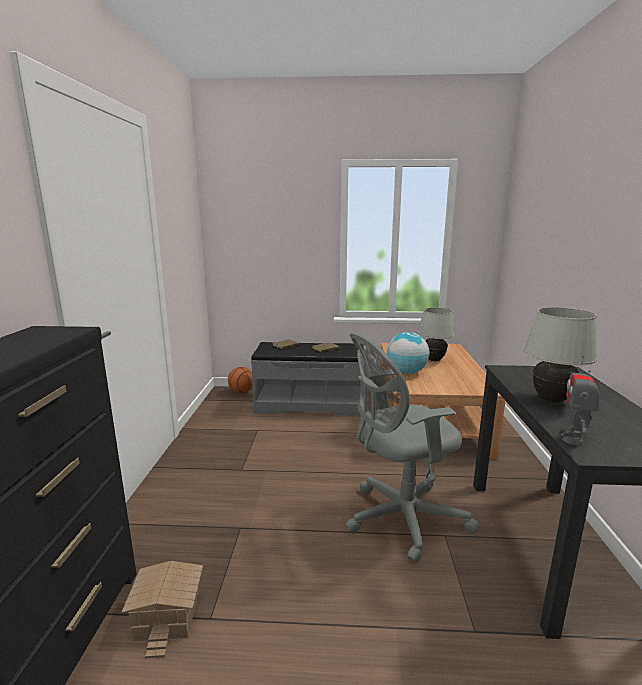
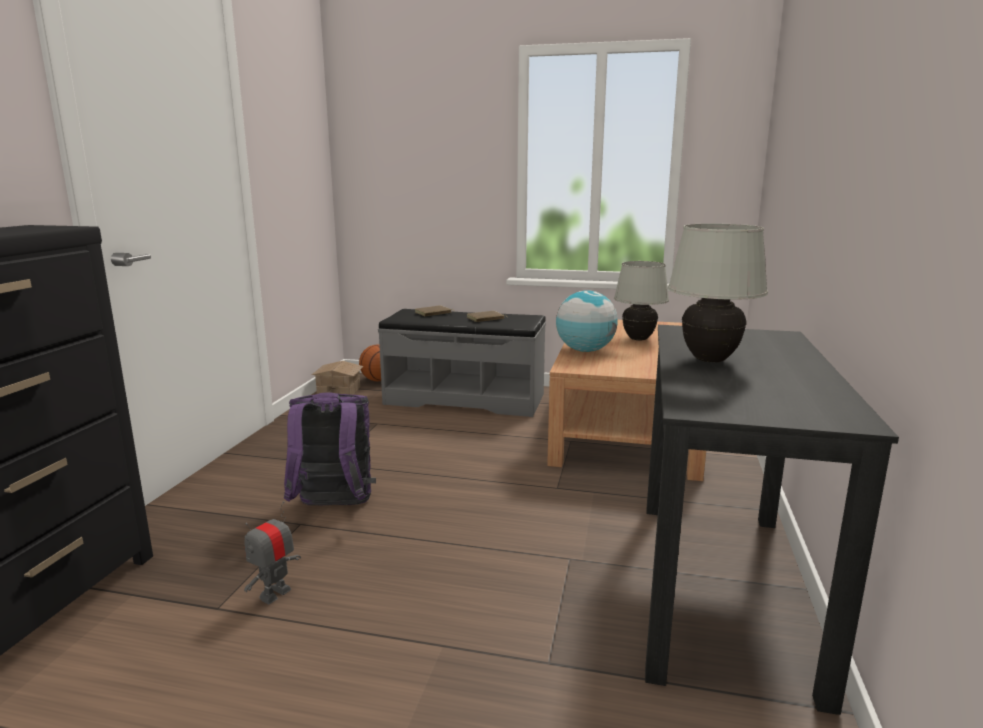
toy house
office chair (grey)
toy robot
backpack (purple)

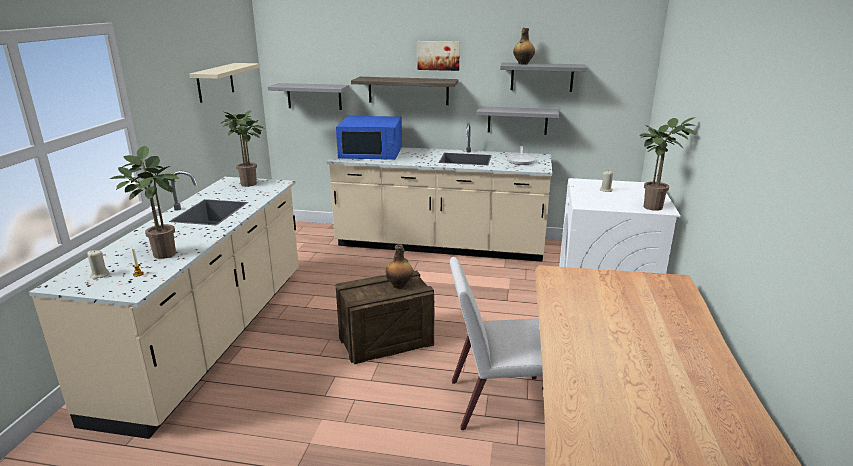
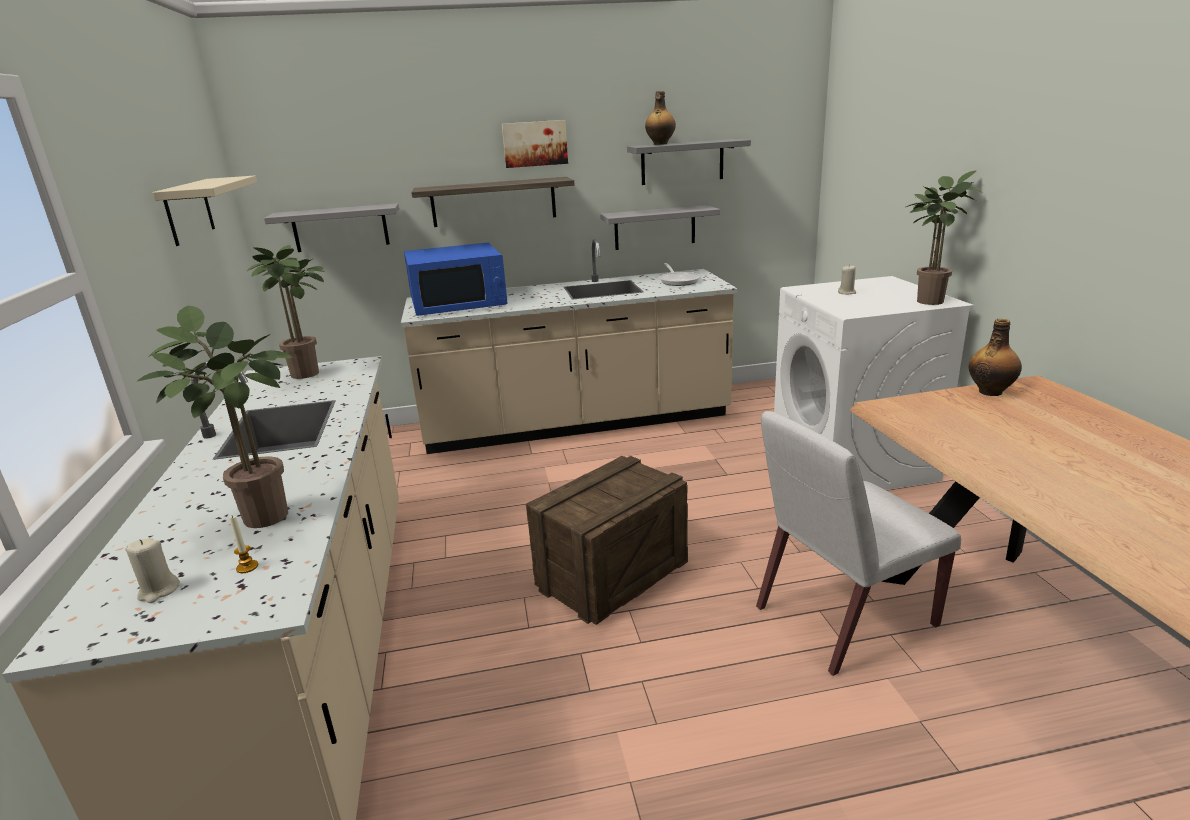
bottle (no. 2 from left)

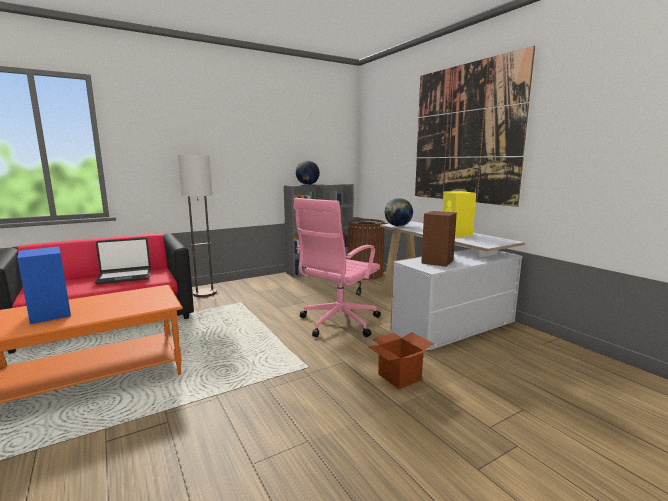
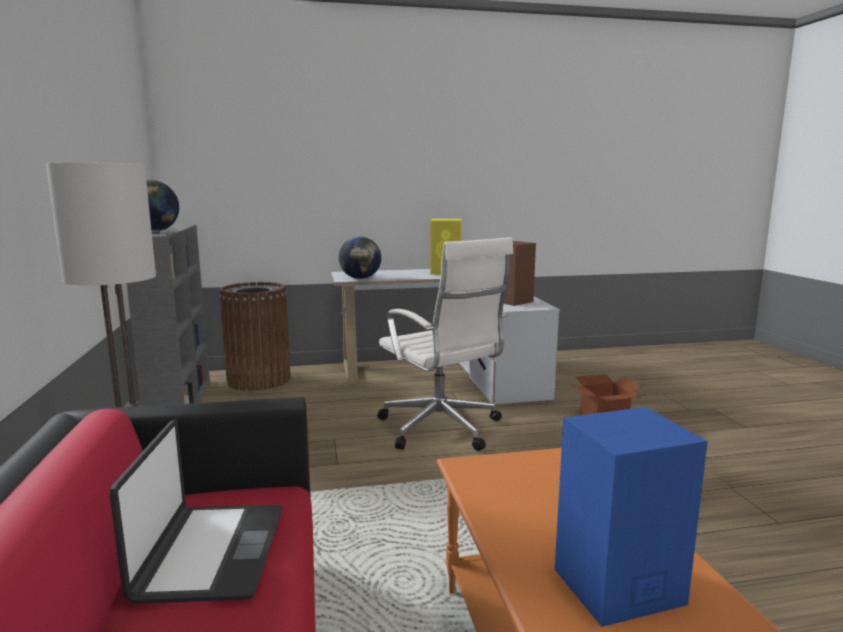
office chair (white)
picture

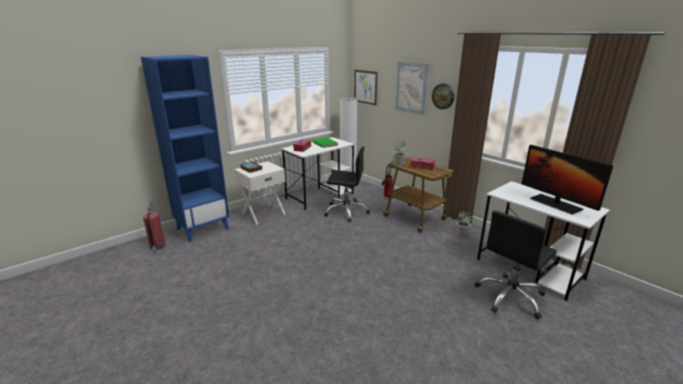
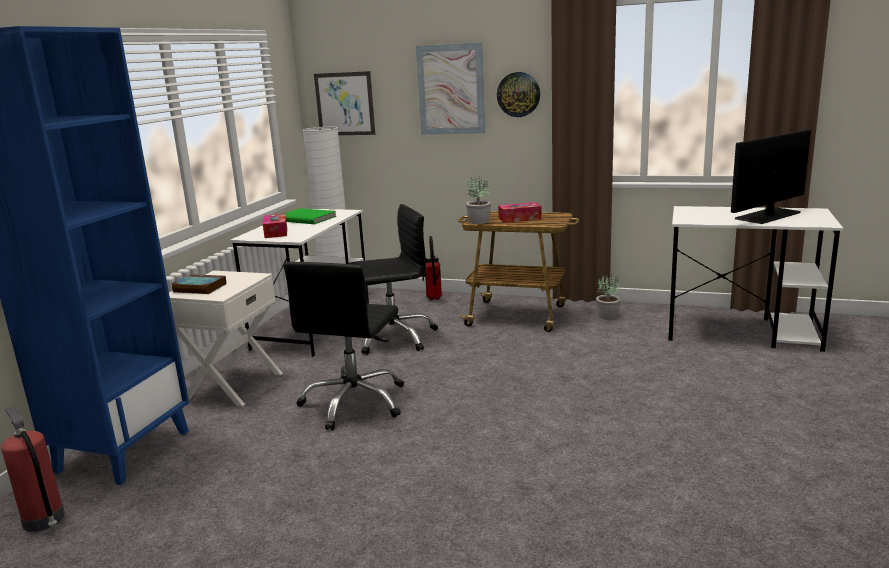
office chair (black) (no. 1 from left)
monitor

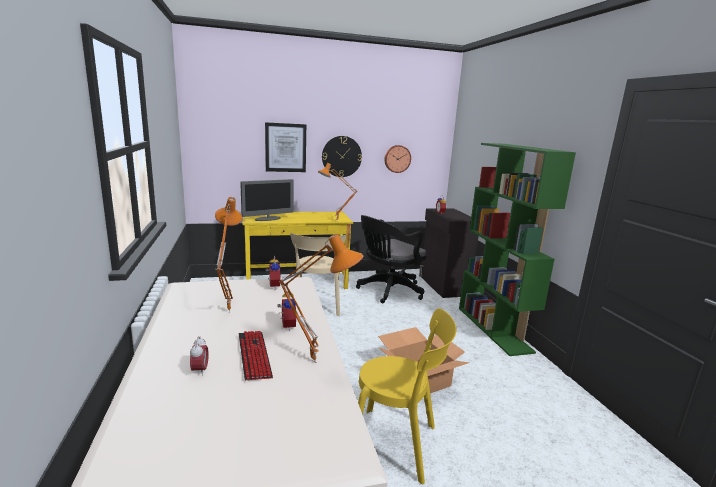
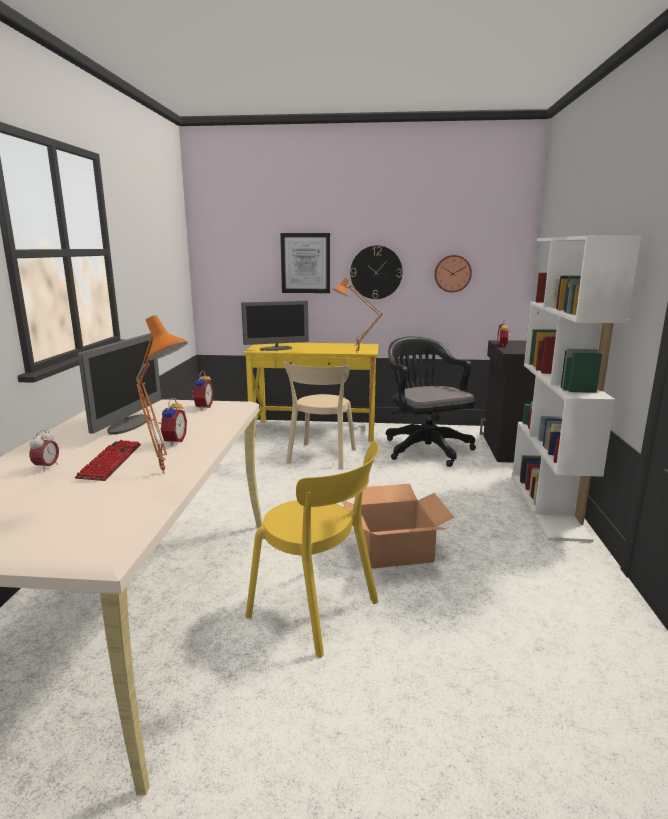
monitor (no. 1 from left)
office chair (black)
bookcase (white)

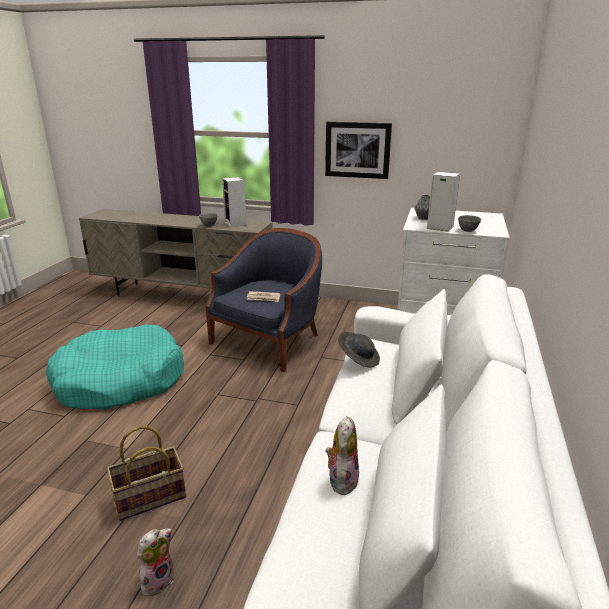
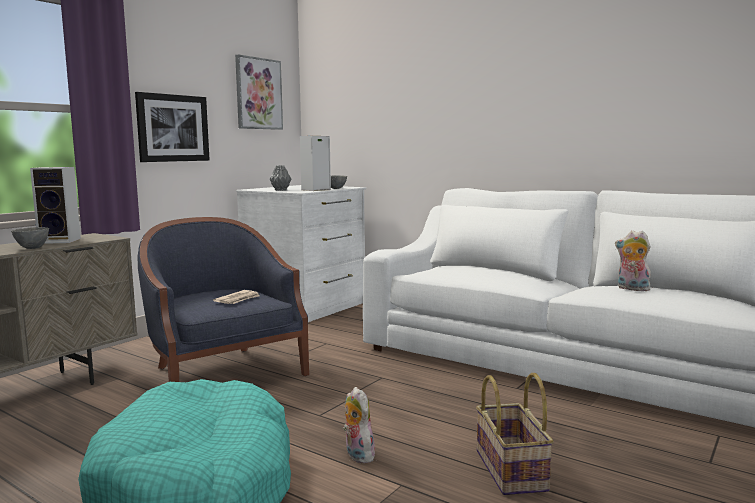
plush toy (no. 1 from left)
hat (grey)
picture (no. 2 from left)

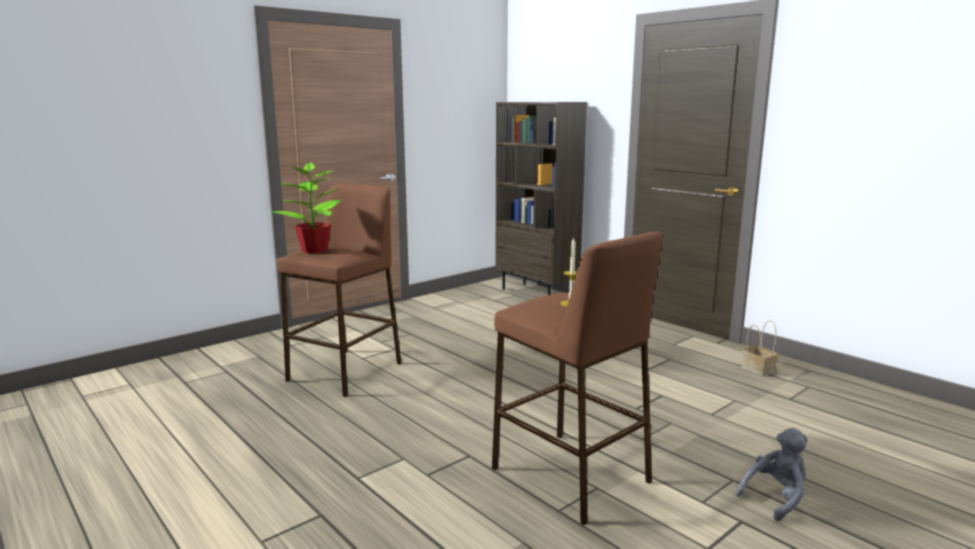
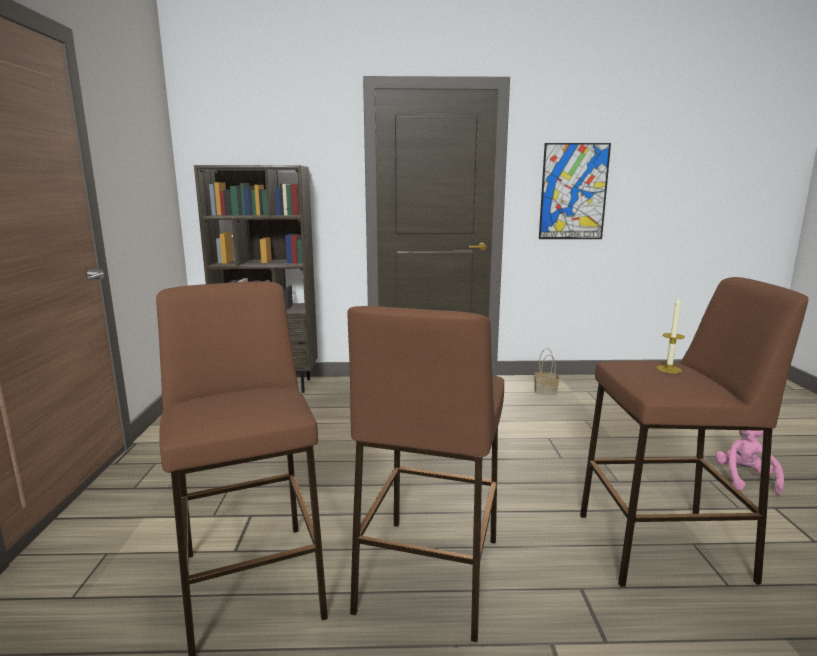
potted plant
plush toy (pink)
stool (brown) (no. 2 from left)
picture

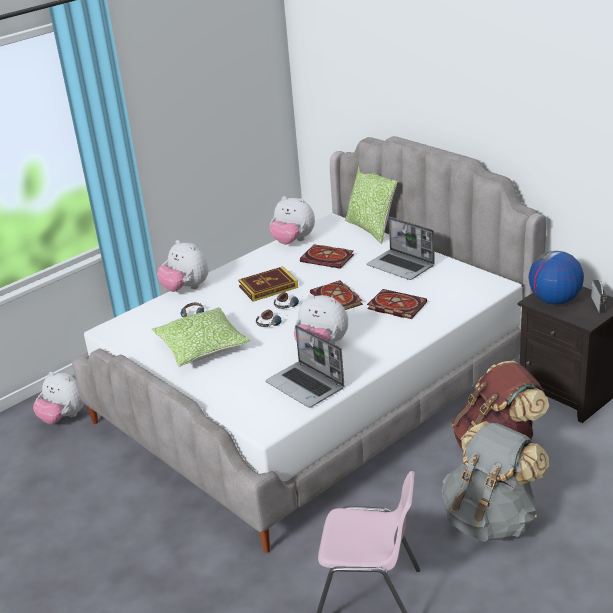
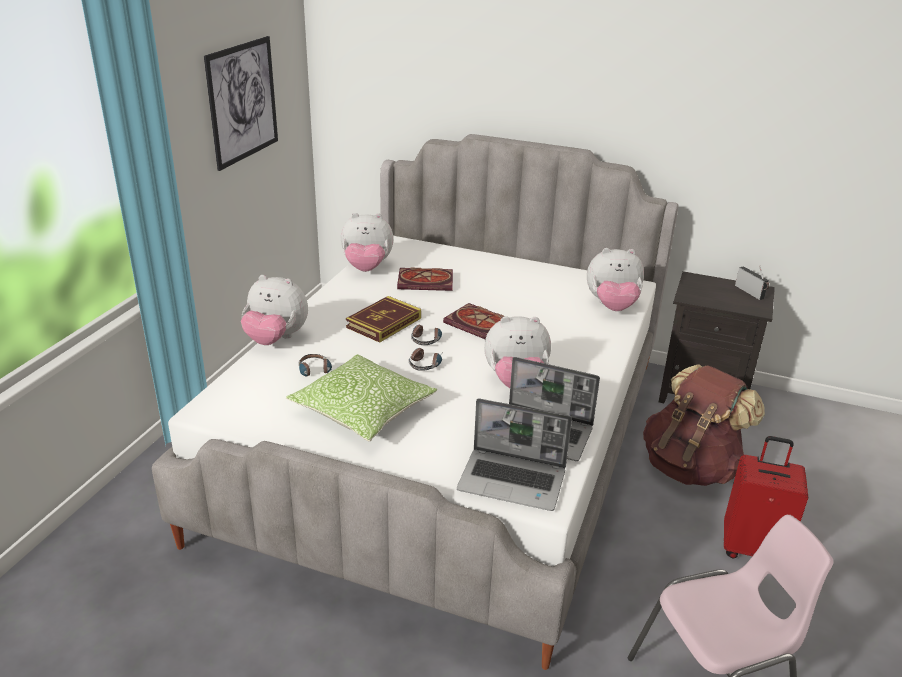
plush toy (no. 4 from left)
pillow (no. 2 from left in the first image)
laptop (no. 1 from left)
book (no. 4 from left in the first image)
suitcase (red)
globe
picture

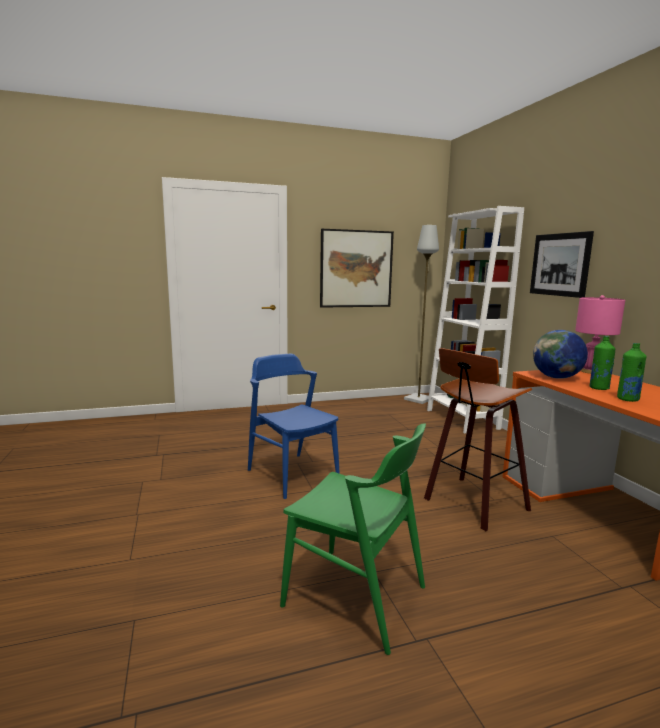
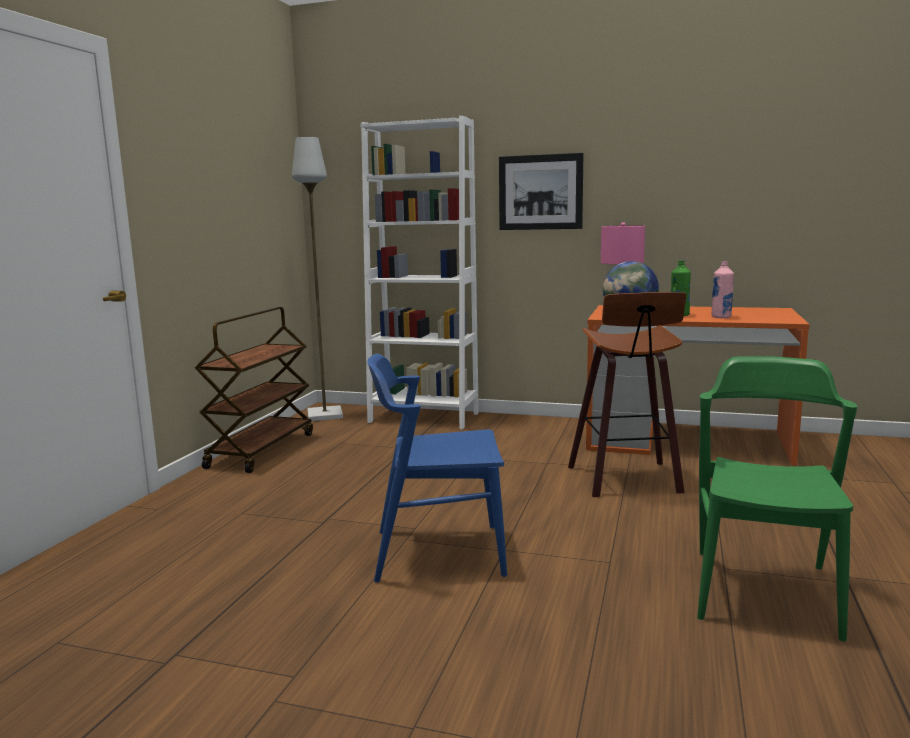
chair (green)
picture (no. 1 from left in the first image)
bottle (pink)
cart (brown)

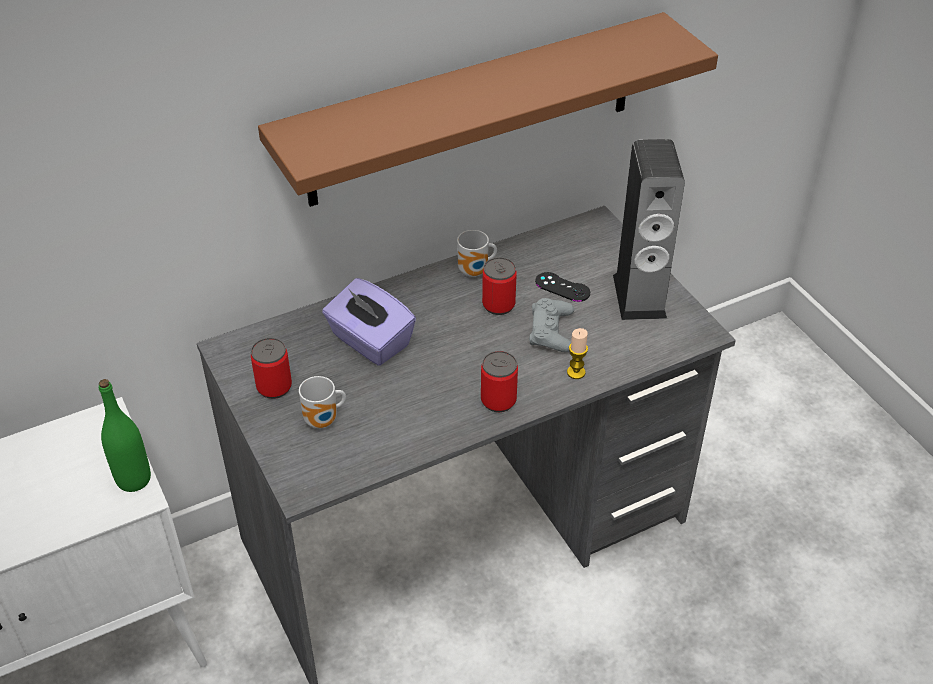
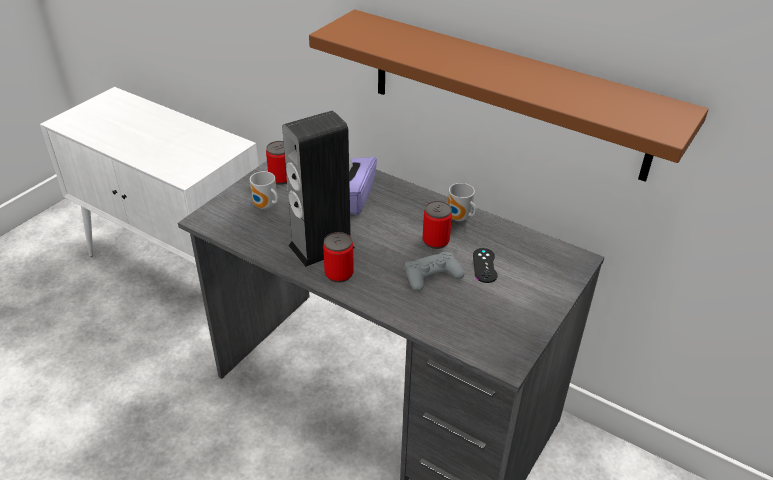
bottle (green)
candle
speaker

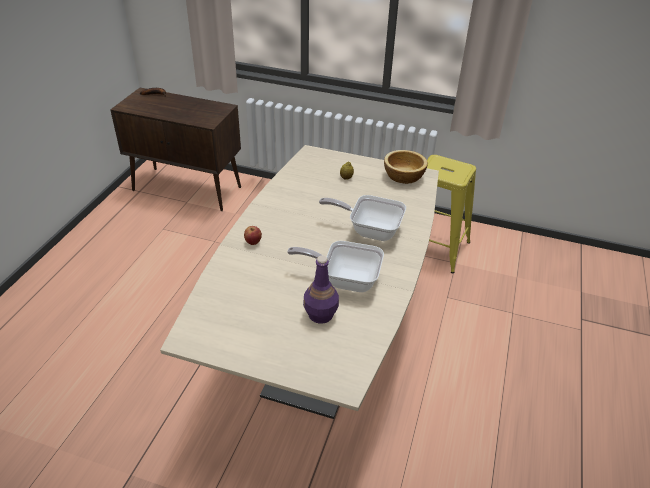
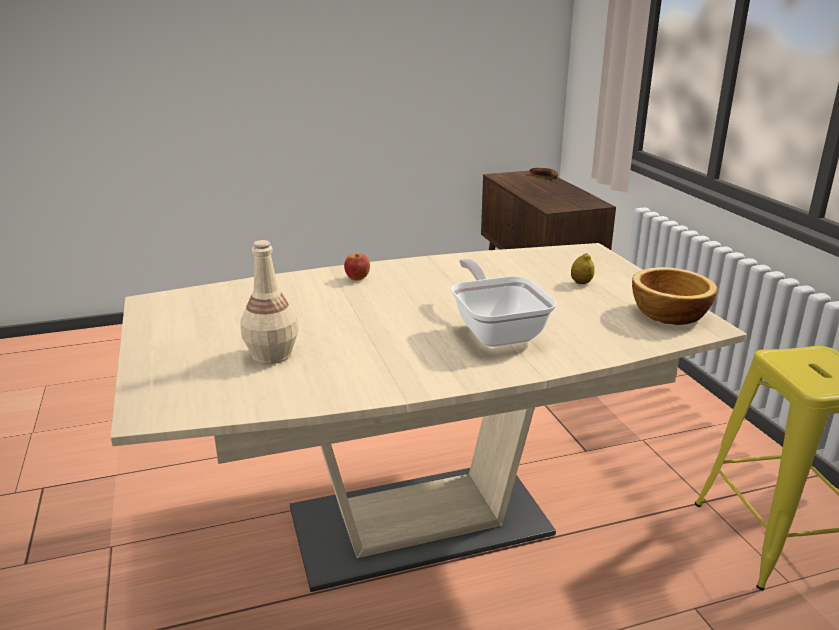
frying pan (no. 1 from left in the first image)
bottle (beige)

